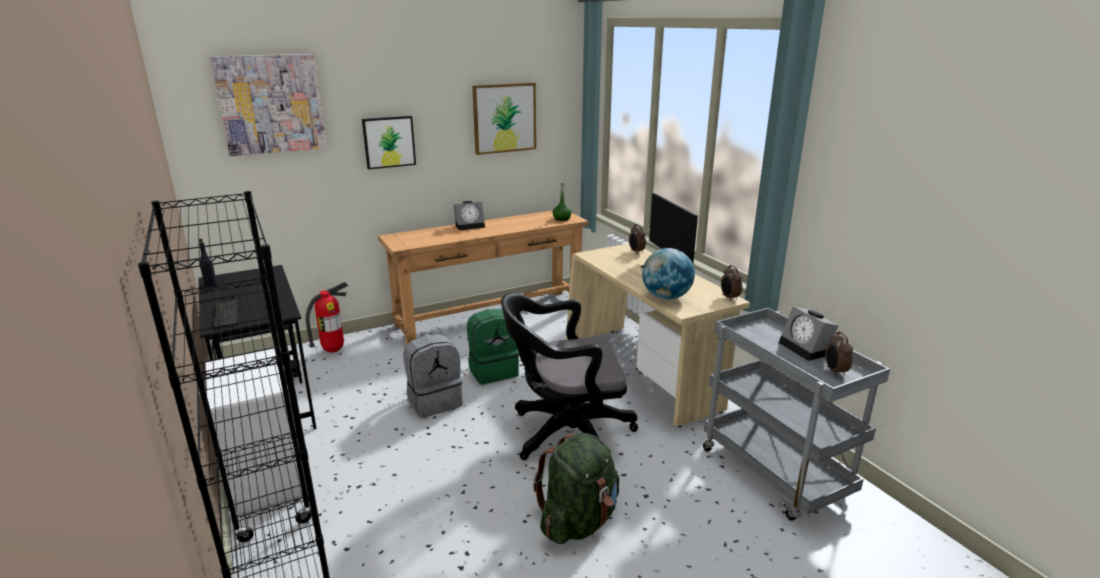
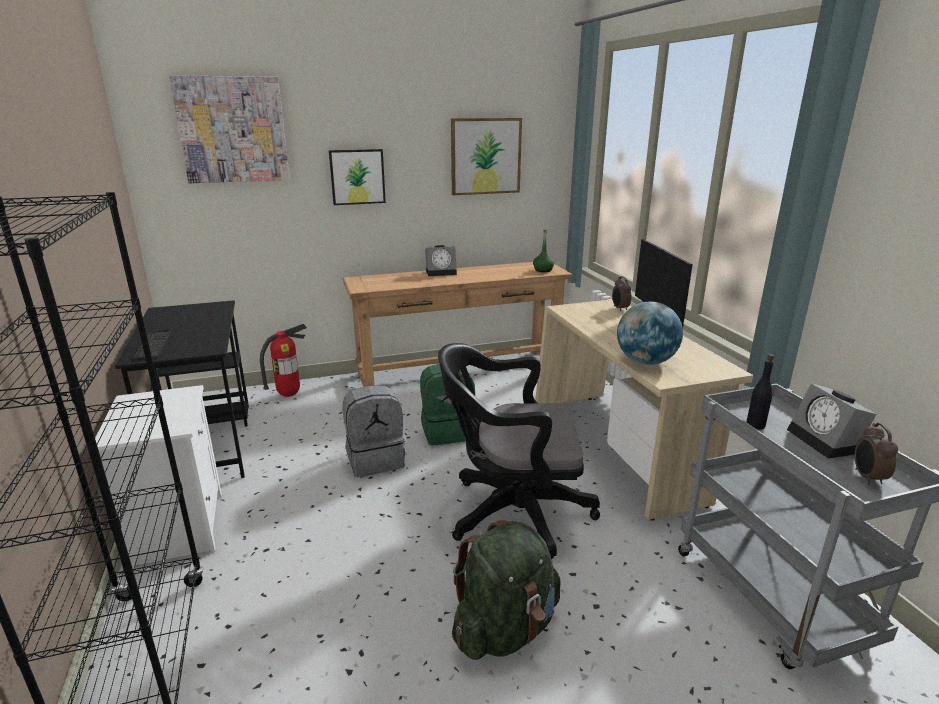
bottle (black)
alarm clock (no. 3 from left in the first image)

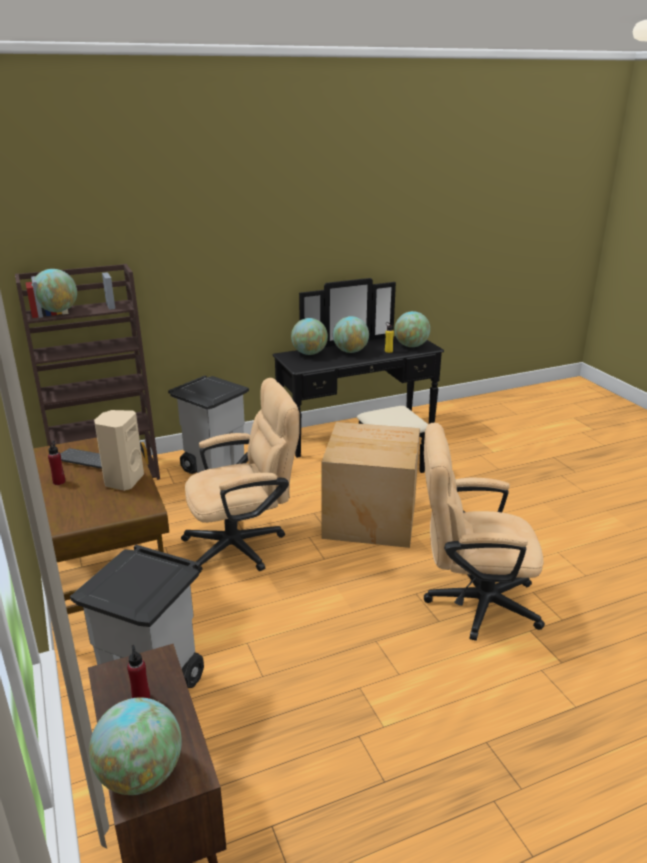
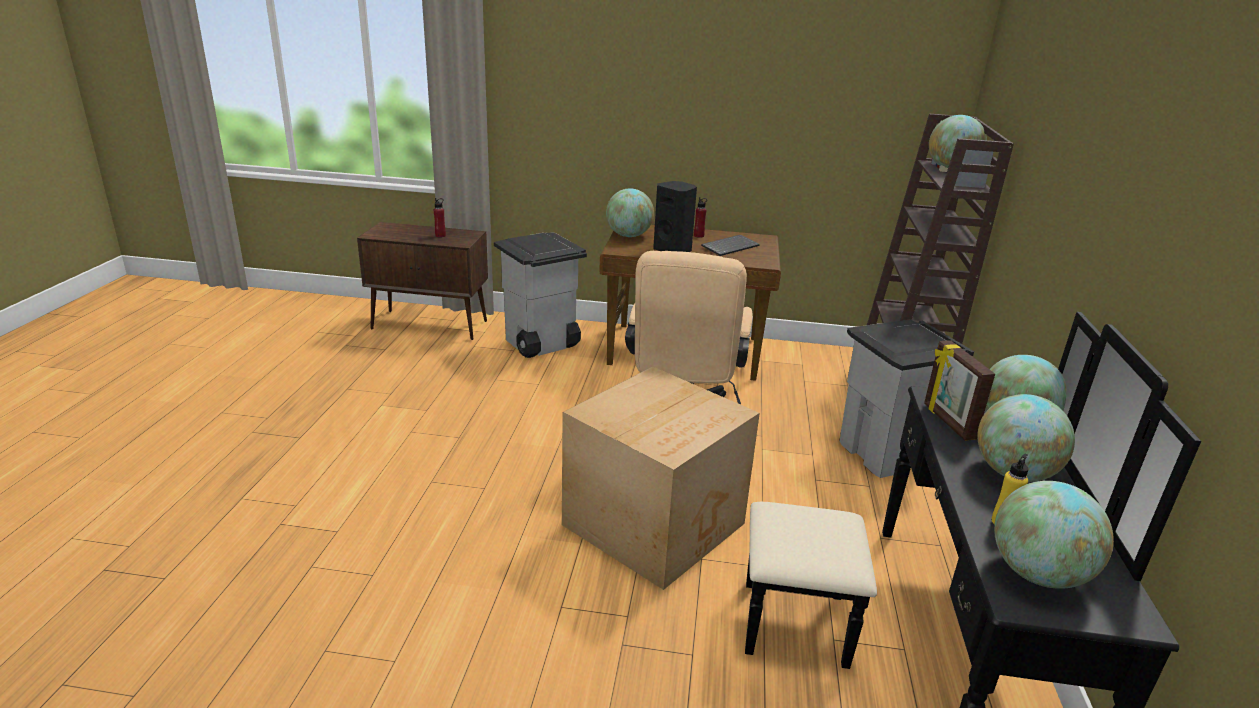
globe (no. 1 from left)
speaker (black)
office chair (beige) (no. 2 from left in the first image)
picture frame

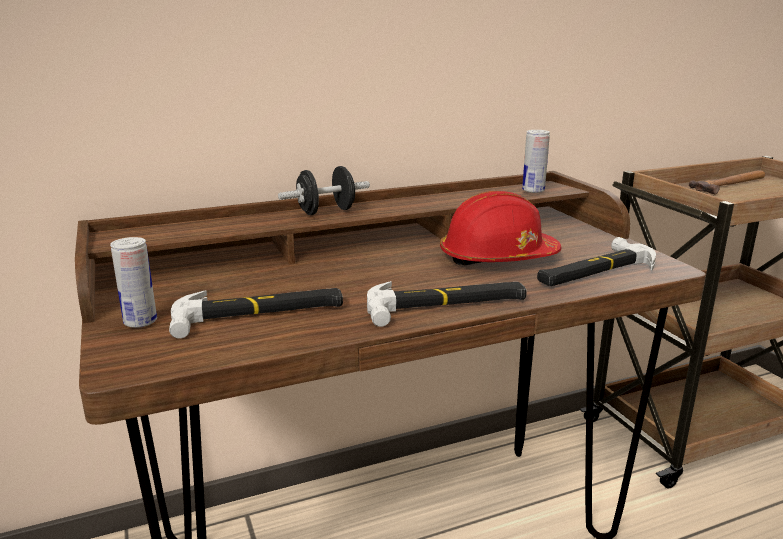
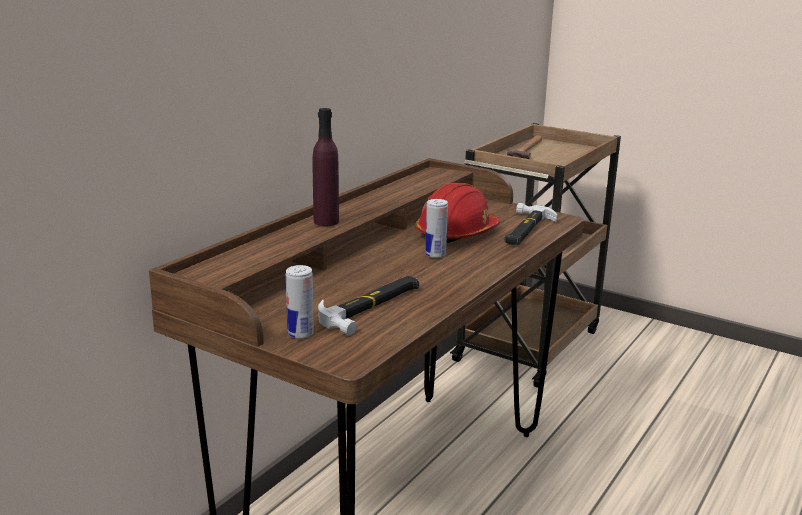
bottle (purple)
hammer (no. 2 from left in the first image)
can (no. 2 from left)

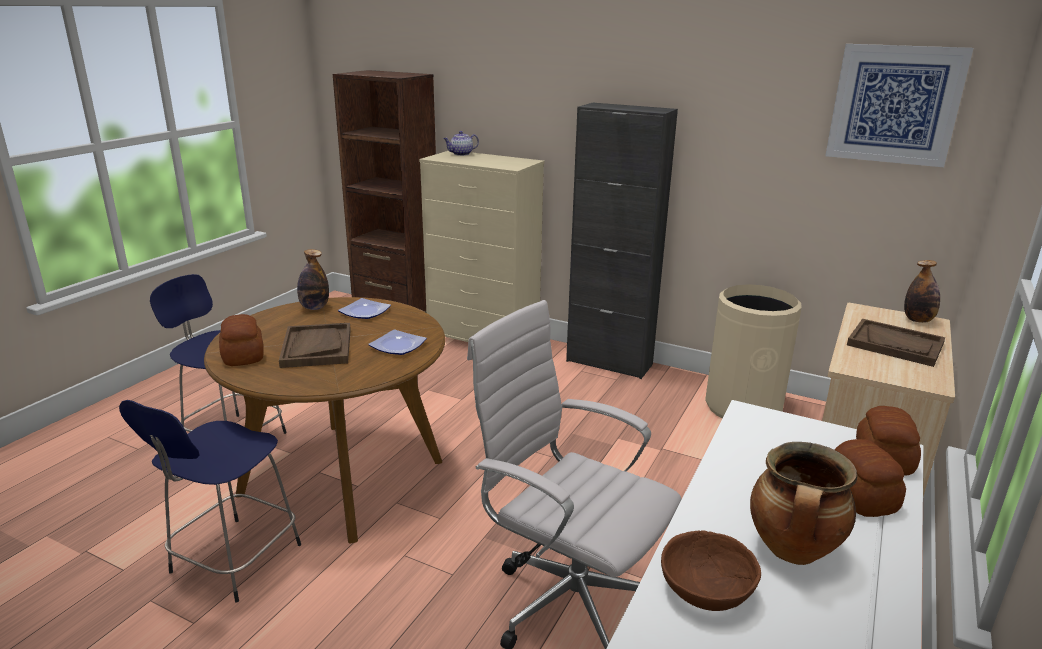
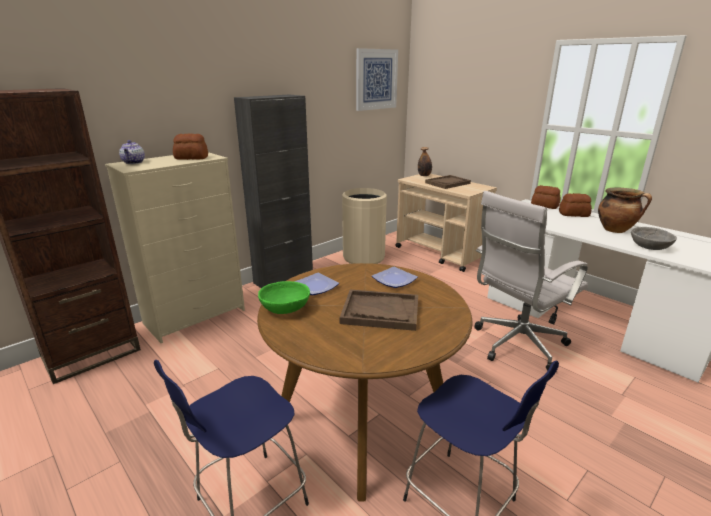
bread (no. 1 from left)
bowl (green)
bowl (grey)

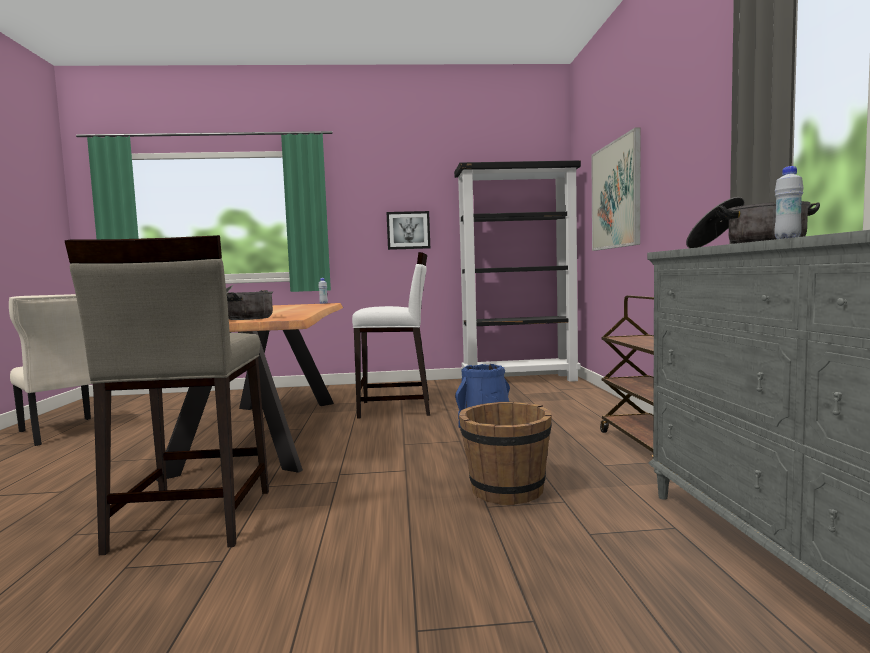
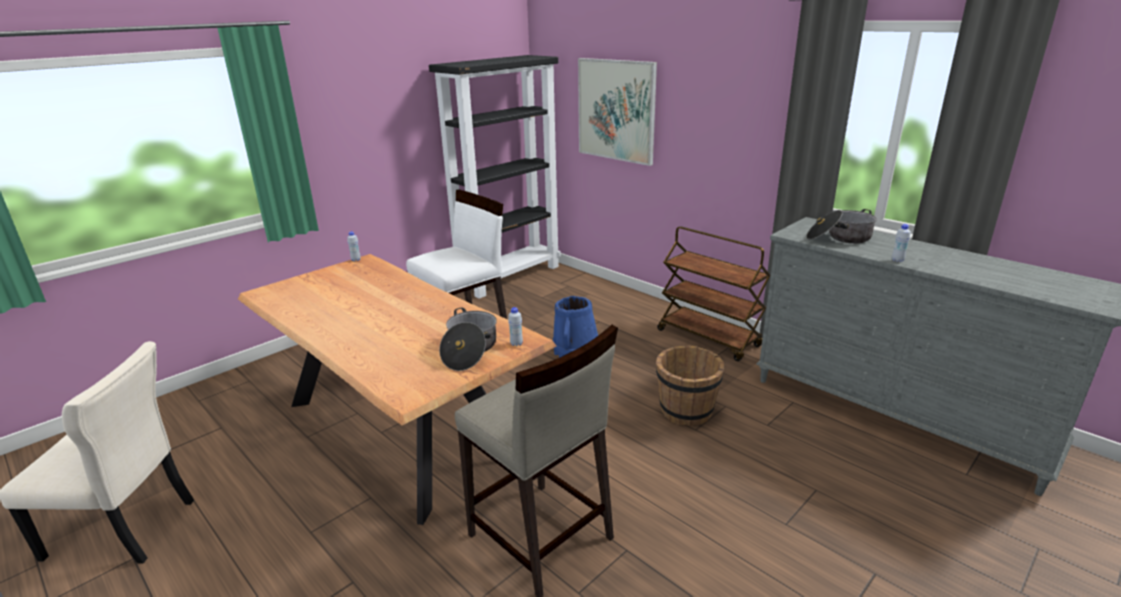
picture (no. 1 from left in the first image)
bottle (white) (no. 2 from left)

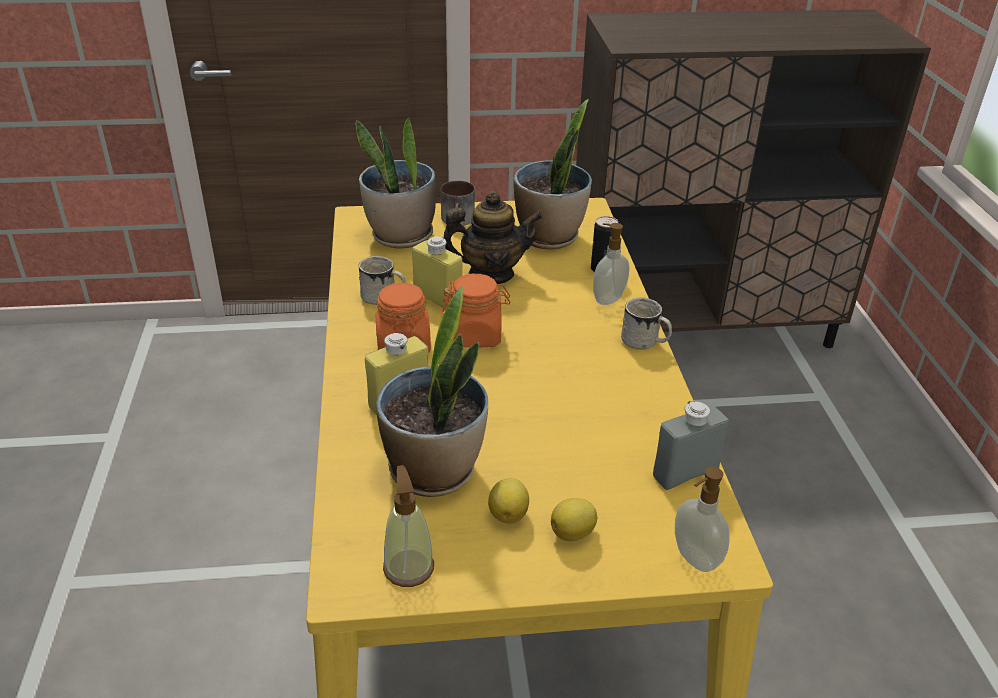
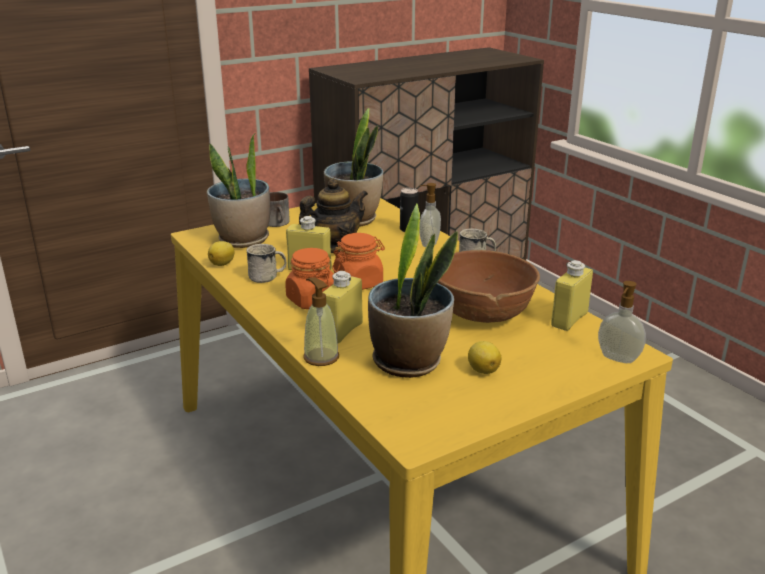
soap dispenser (no. 1 from left)
lemon (no. 1 from left)
bottle (yellow) (no. 3 from left)
bowl (brown)

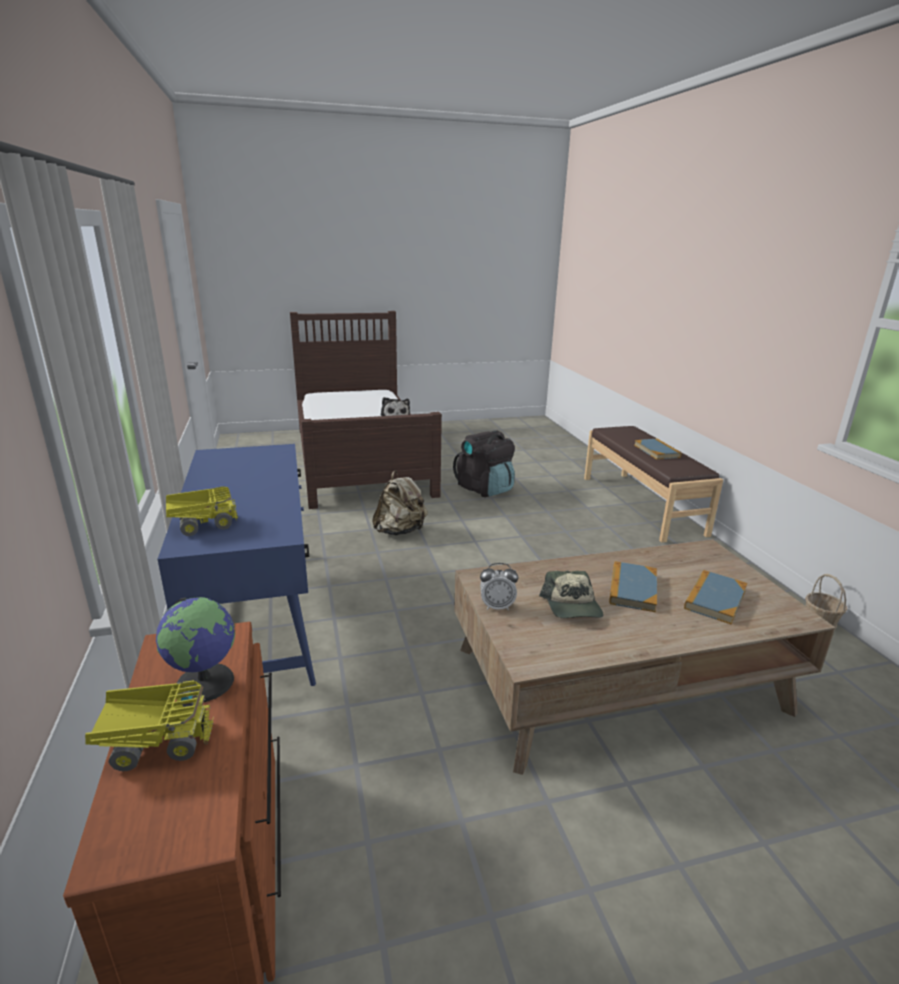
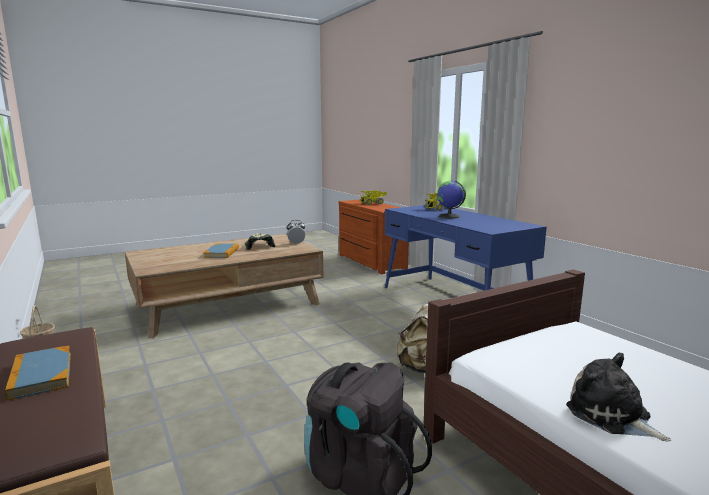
globe
book (no. 3 from left in the first image)

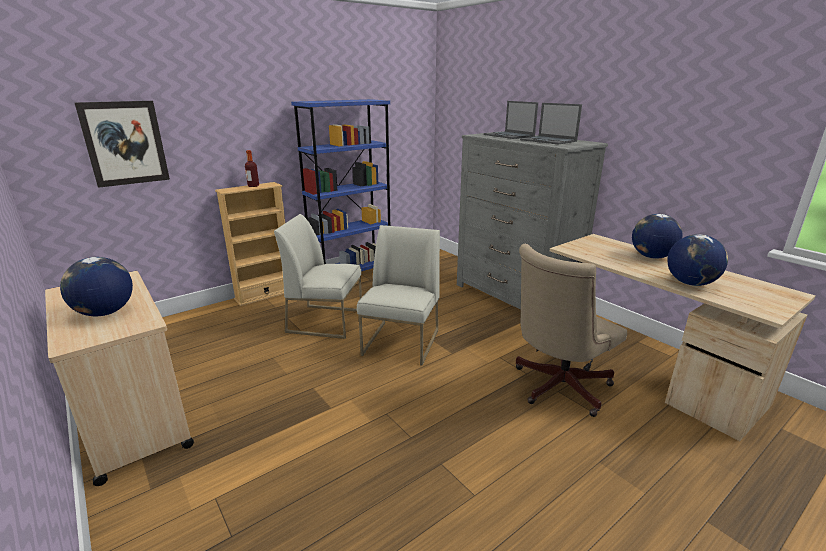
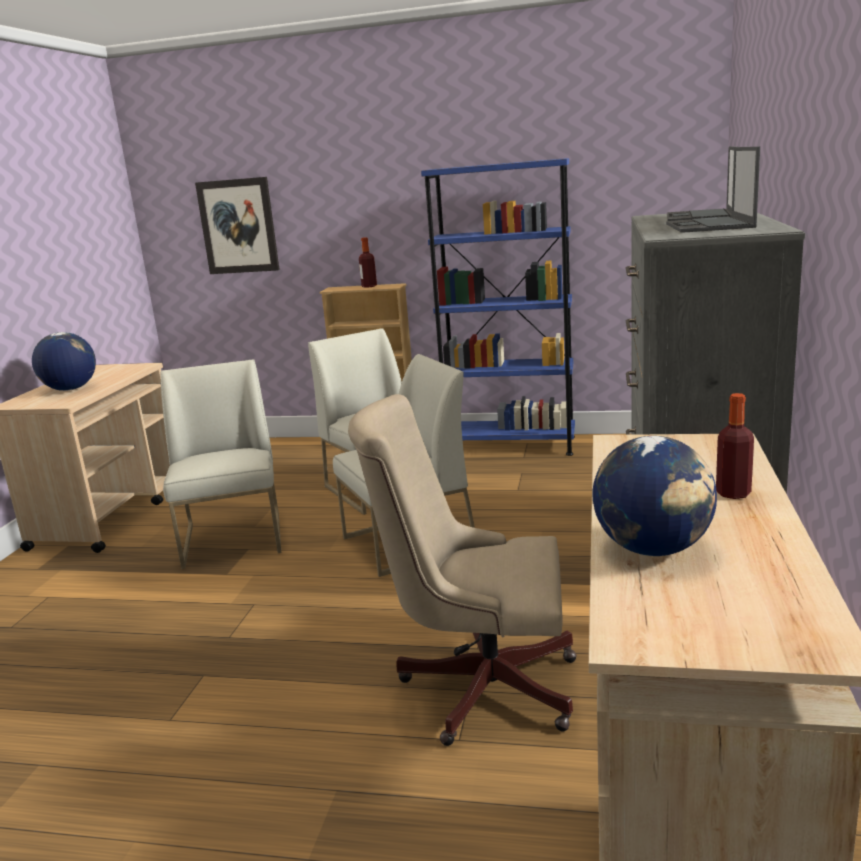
bottle (no. 2 from left)
chair (white) (no. 1 from left)

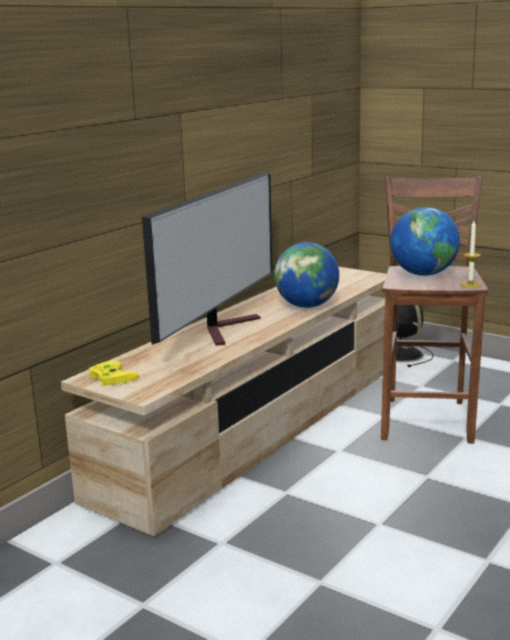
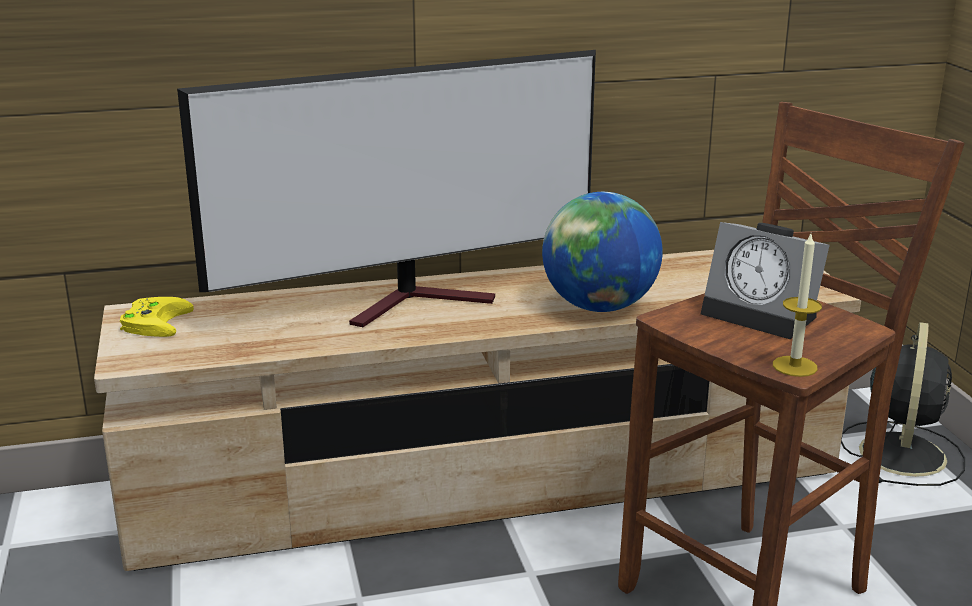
alarm clock

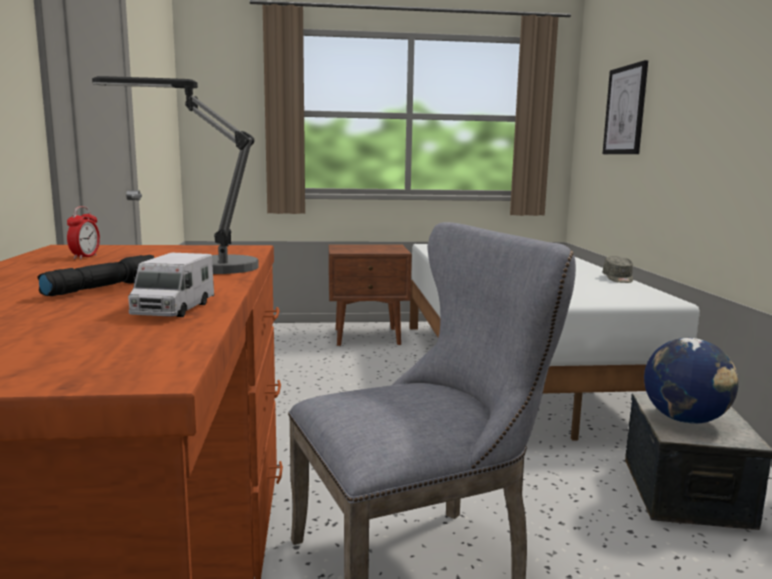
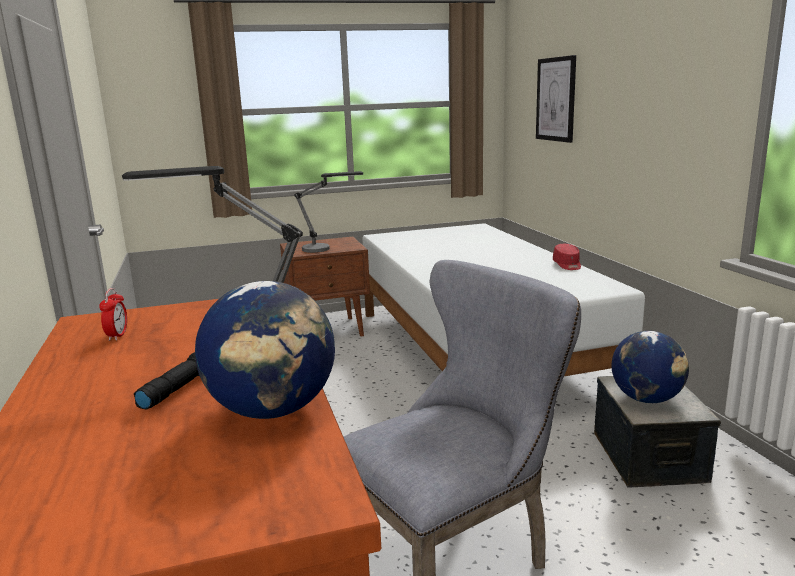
globe (no. 1 from left)
cap (red)
table lamp (no. 2 from left)

